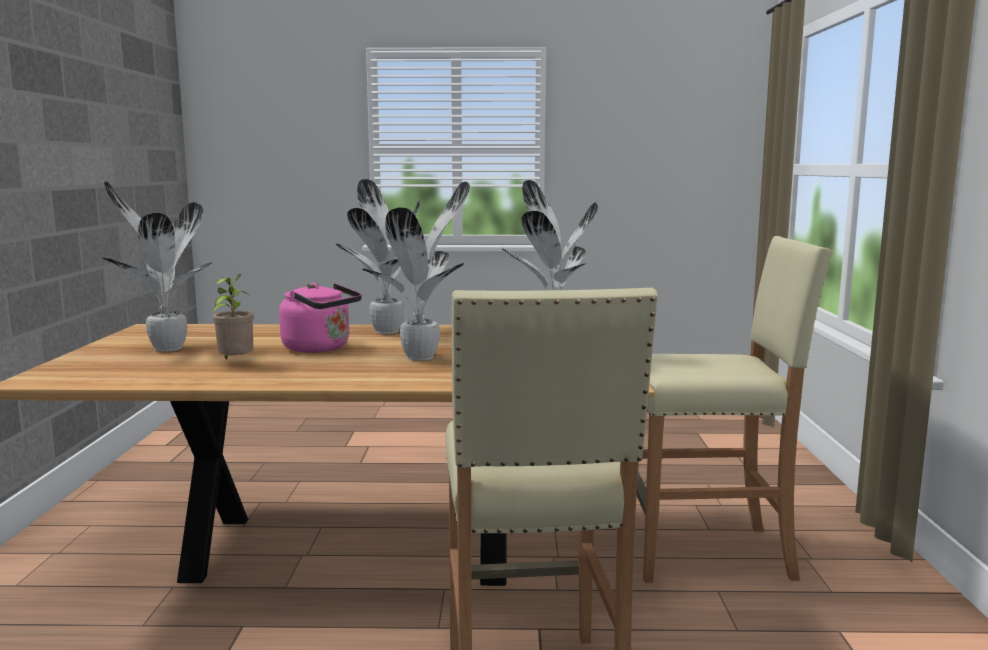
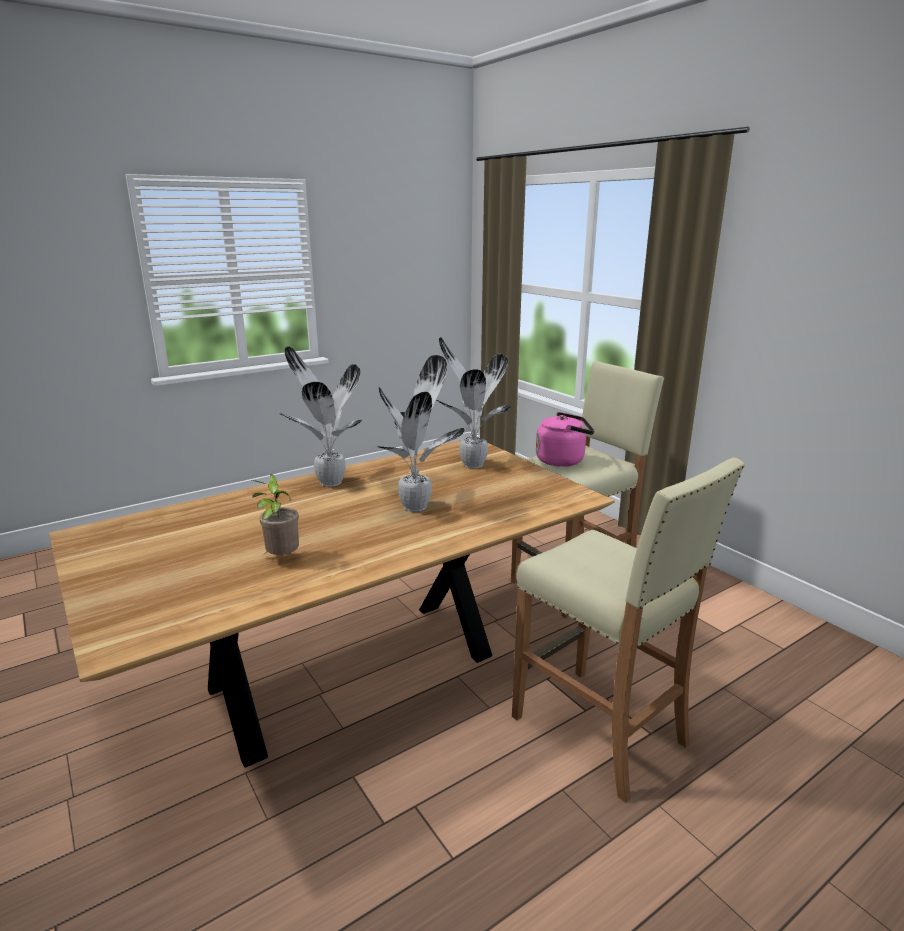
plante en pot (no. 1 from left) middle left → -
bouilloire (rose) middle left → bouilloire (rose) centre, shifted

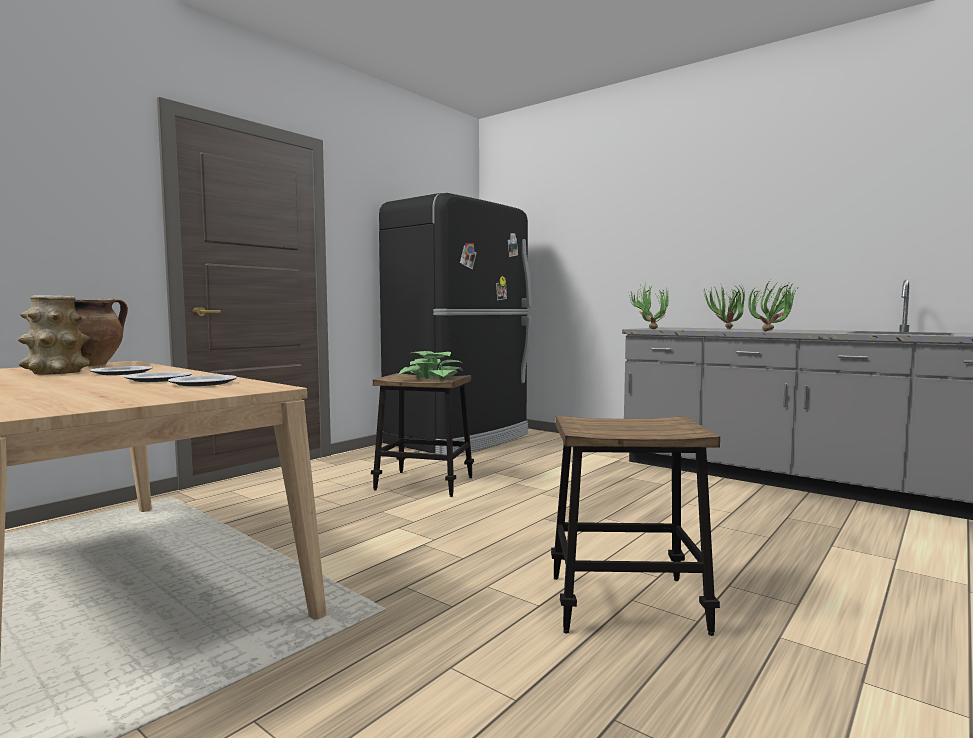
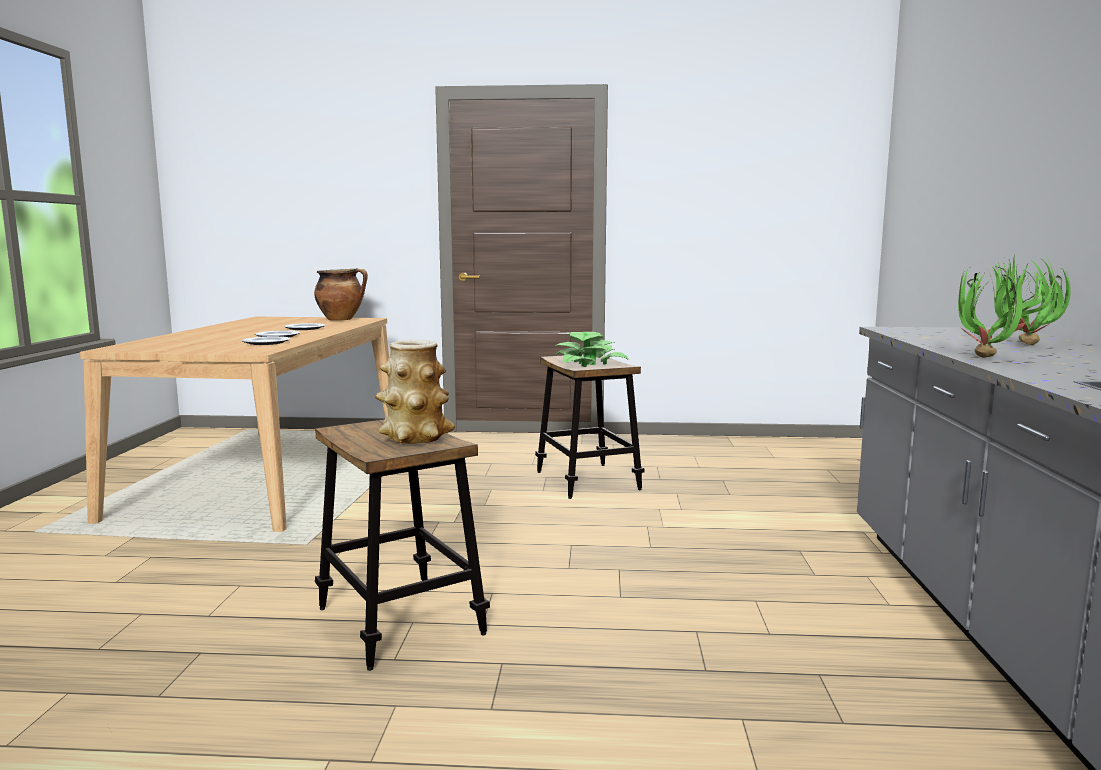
vase middle left → vase centre, shifted
réfrigérateur (noir) centre → -
plante en pot (no. 2 from left) centre → -

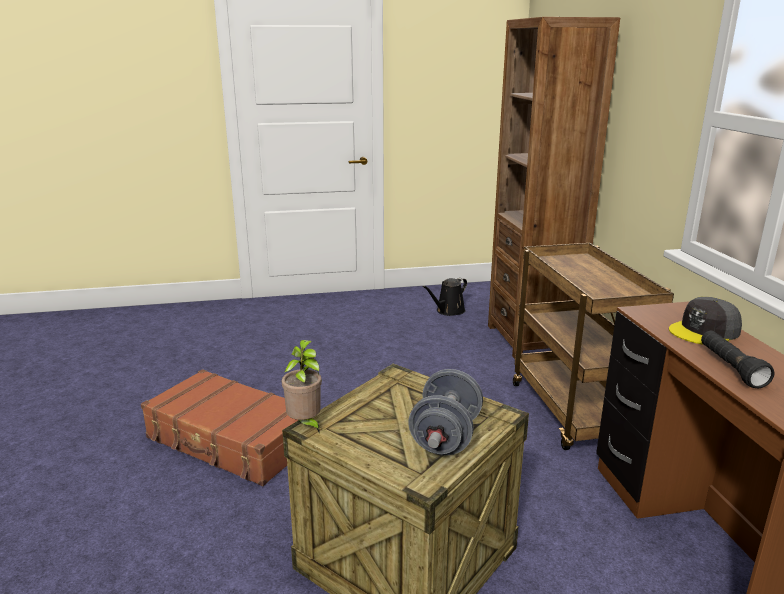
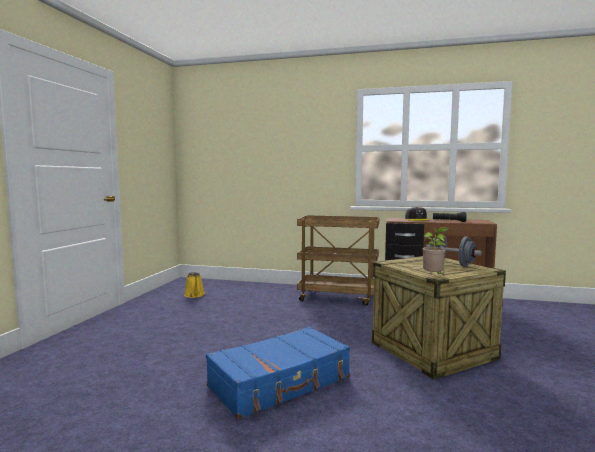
valise (marron) bottom left → valise (bleu) bottom centre
arrosoir (noir) centre → arrosoir (jaune) middle left
bibliothèque (marron) top right → -

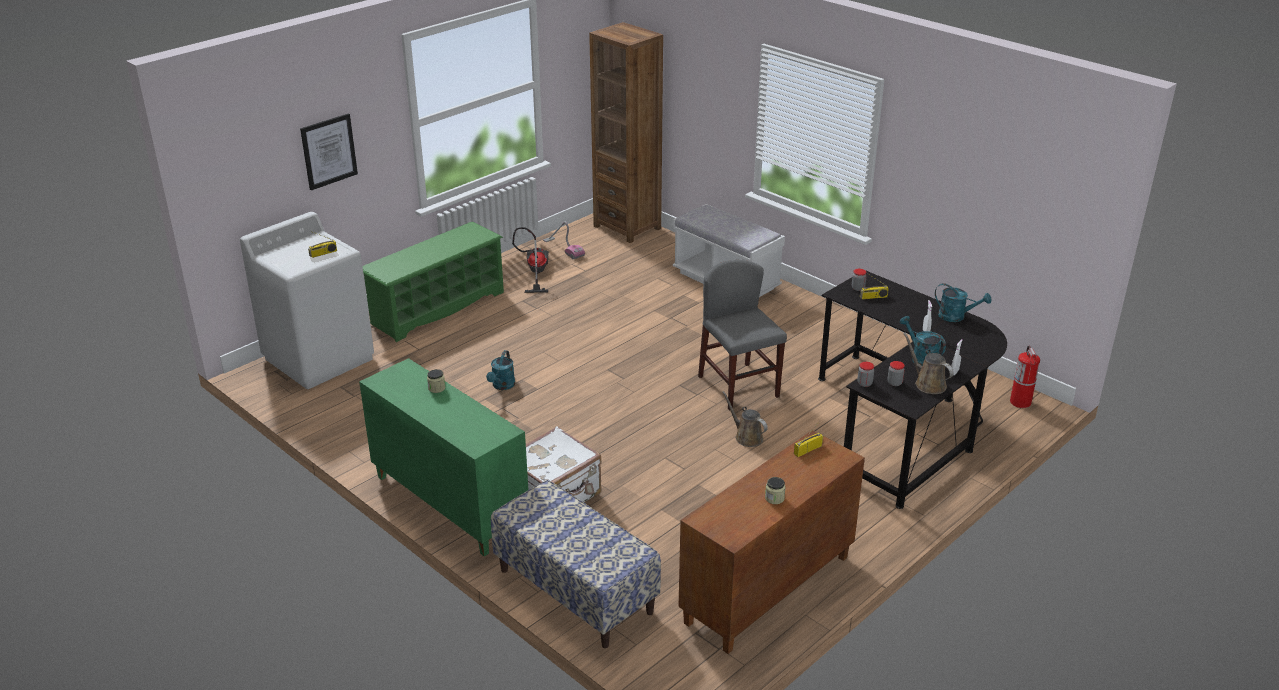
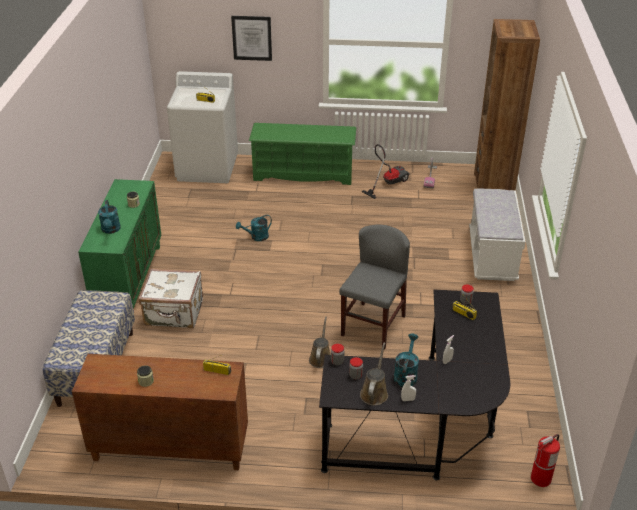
arrosoir (turquoise) (no. 3 from left in the first image) middle right → arrosoir (turquoise) (no. 1 from left) middle left, shifted

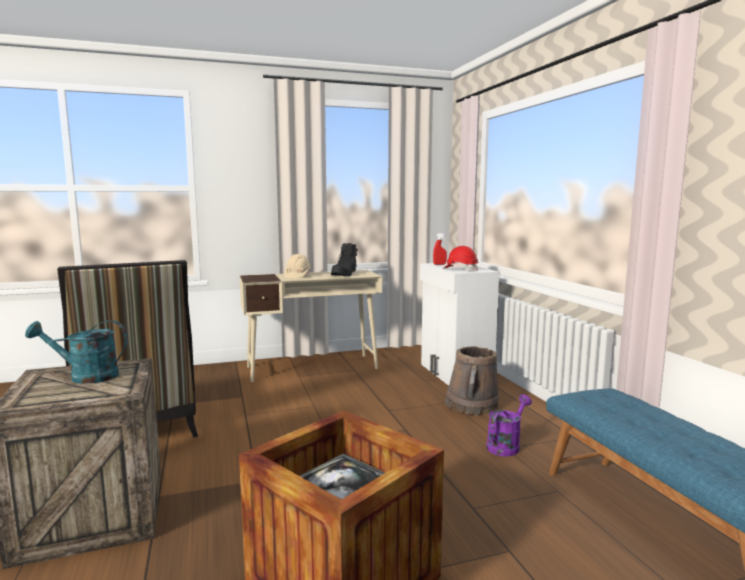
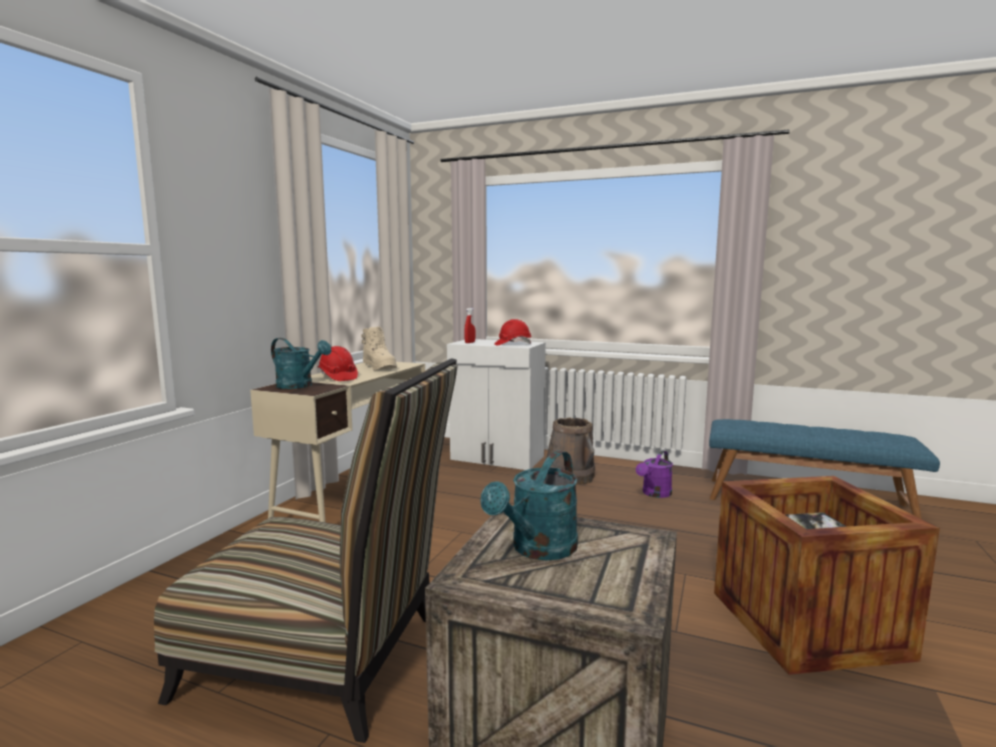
casque de chantier (beige) centre → casque de chantier (rouge) (no. 1 from left) centre
botte (noir) centre → botte (beige) centre
arrosoir (violet) bottom right → arrosoir (violet) centre, 135 degrees counterclockwise
- → arrosoir (turquoise) (no. 1 from left) middle left

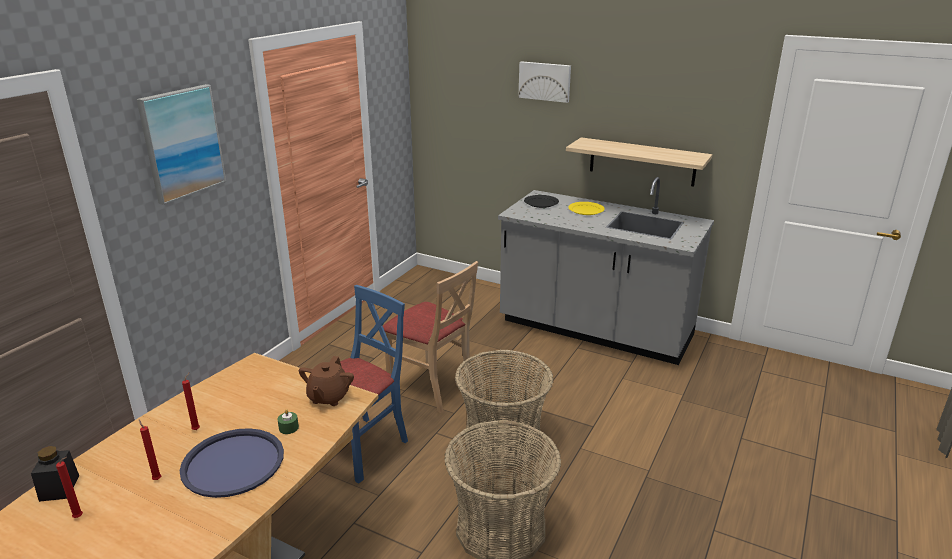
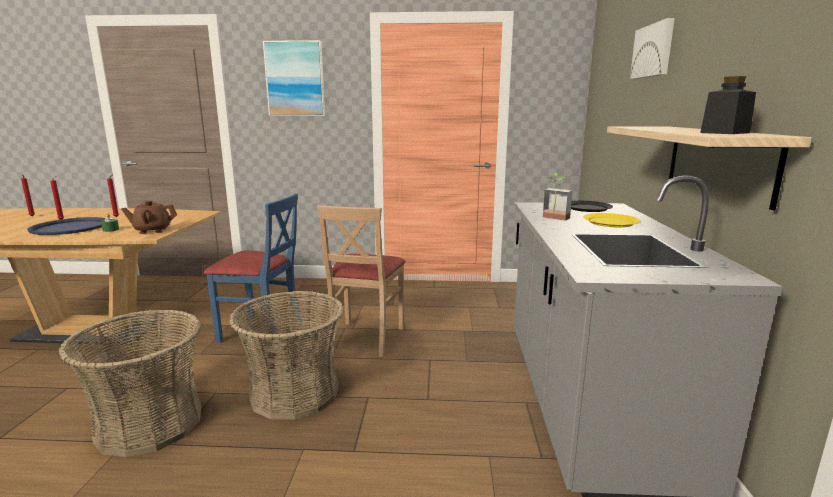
bocal (noir) bottom left → bocal (noir) top right, shifted
- → plante en pot middle right

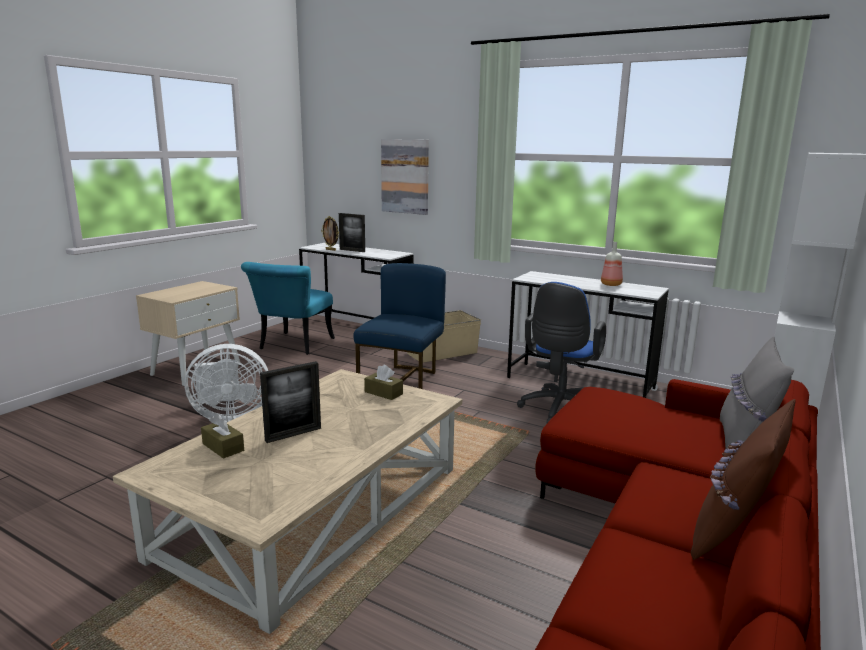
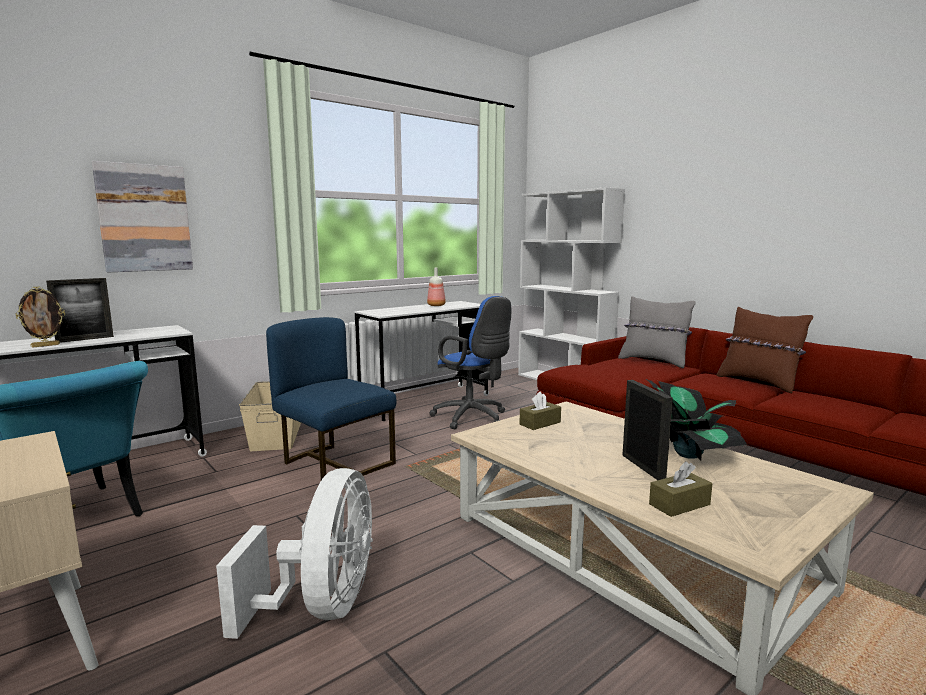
- → plante en pot middle right

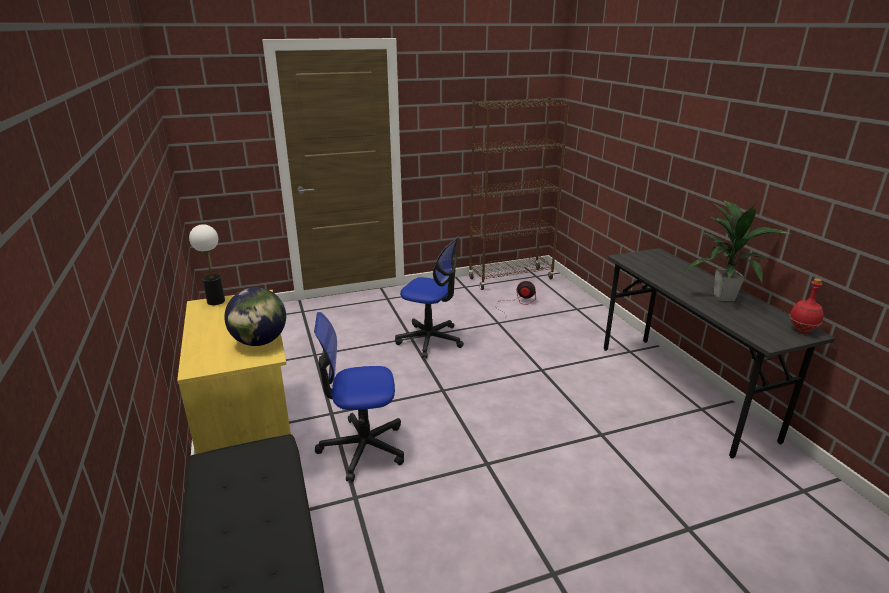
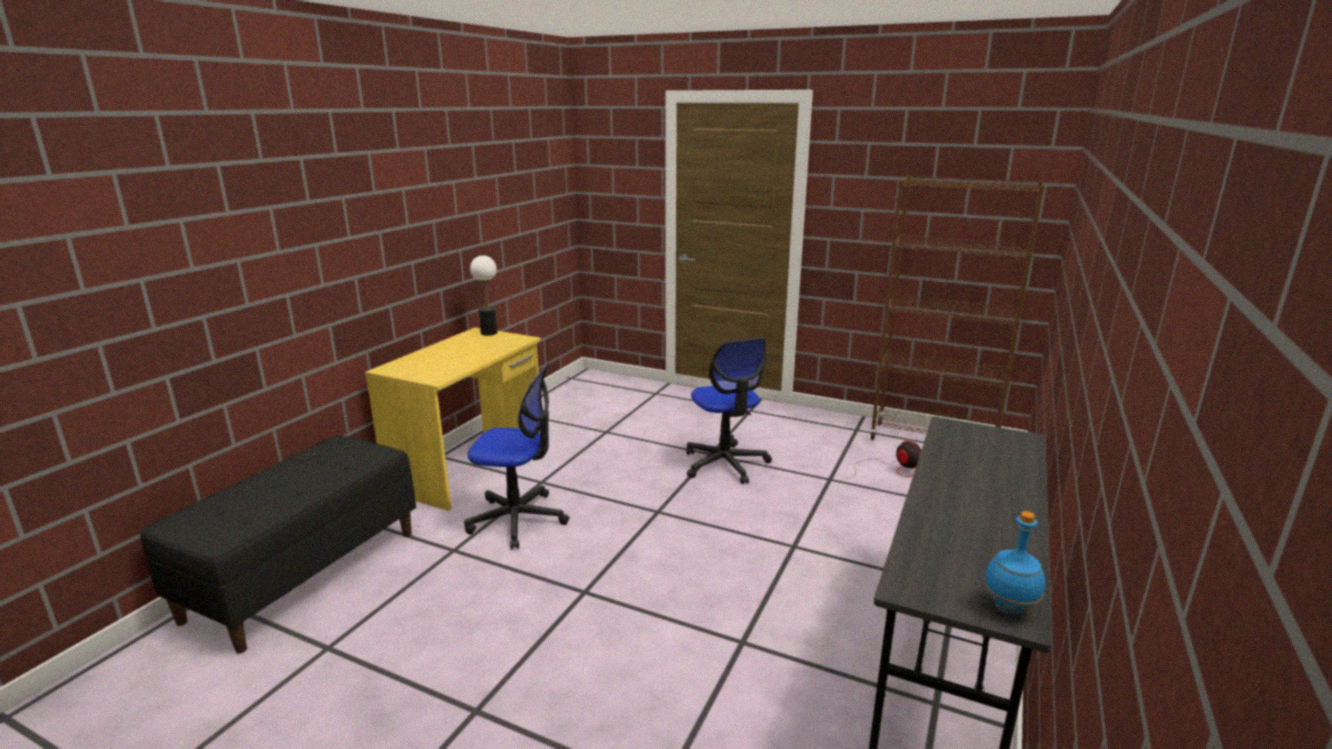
globe middle left → -
chaise de bureau (no. 1 from left) bottom centre → chaise de bureau (no. 1 from left) centre, 150 degrees clockwise
plante en pot middle right → -
bouteille (rouge) middle right → bouteille (bleu) bottom right

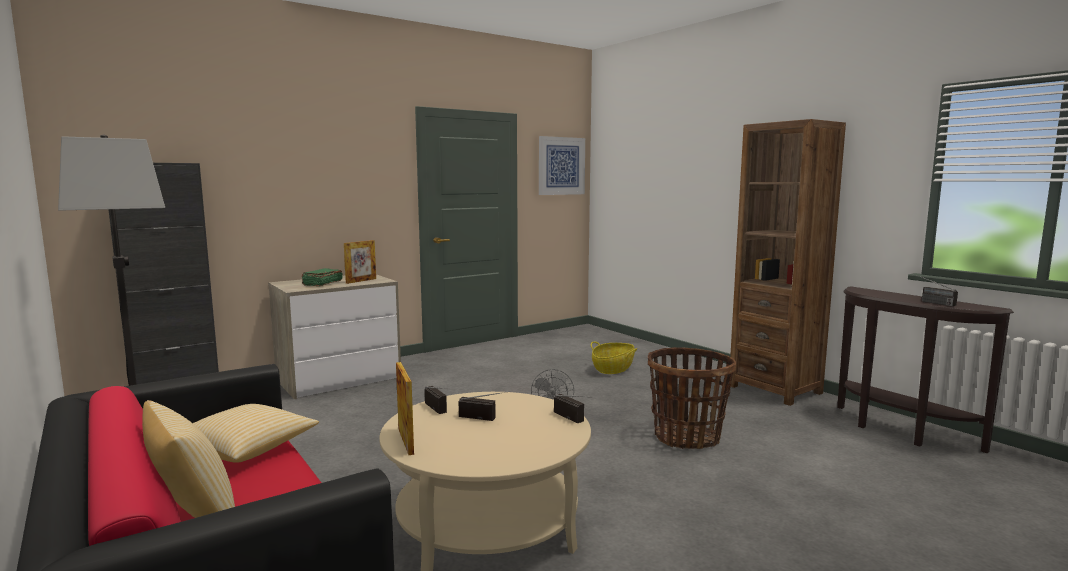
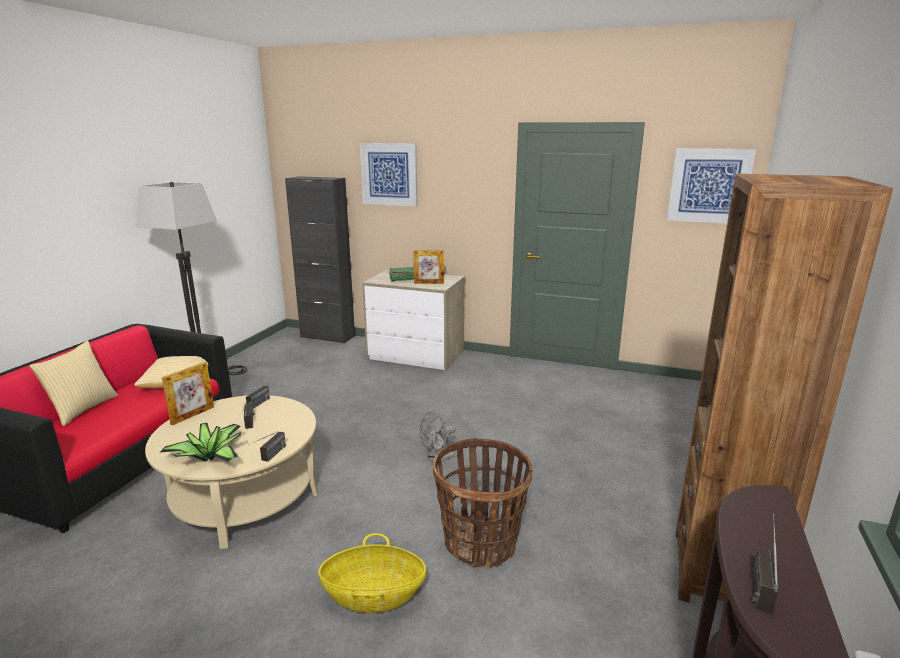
panier (no. 1 from left) centre → panier (no. 1 from left) bottom centre, shifted
- → plante en pot bottom left
- → tableau (no. 1 from left) top centre

